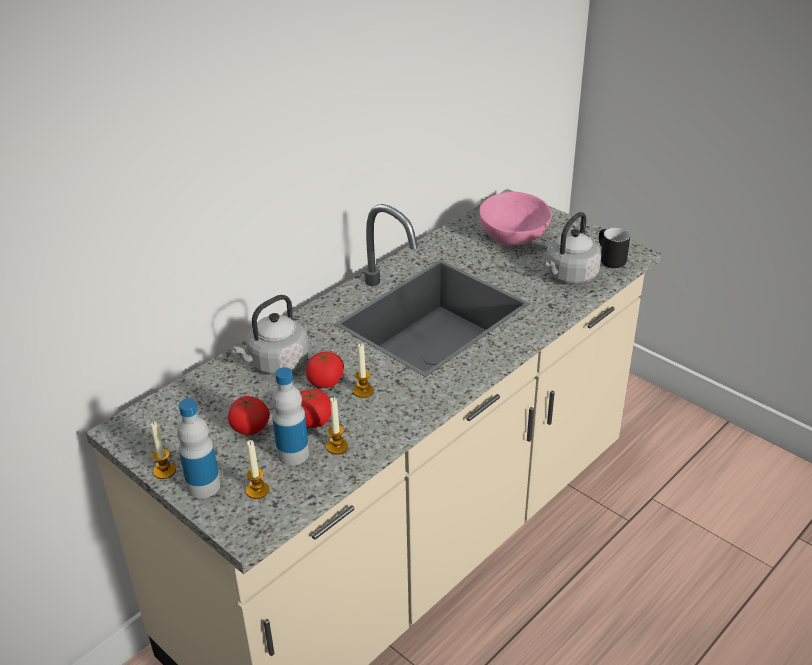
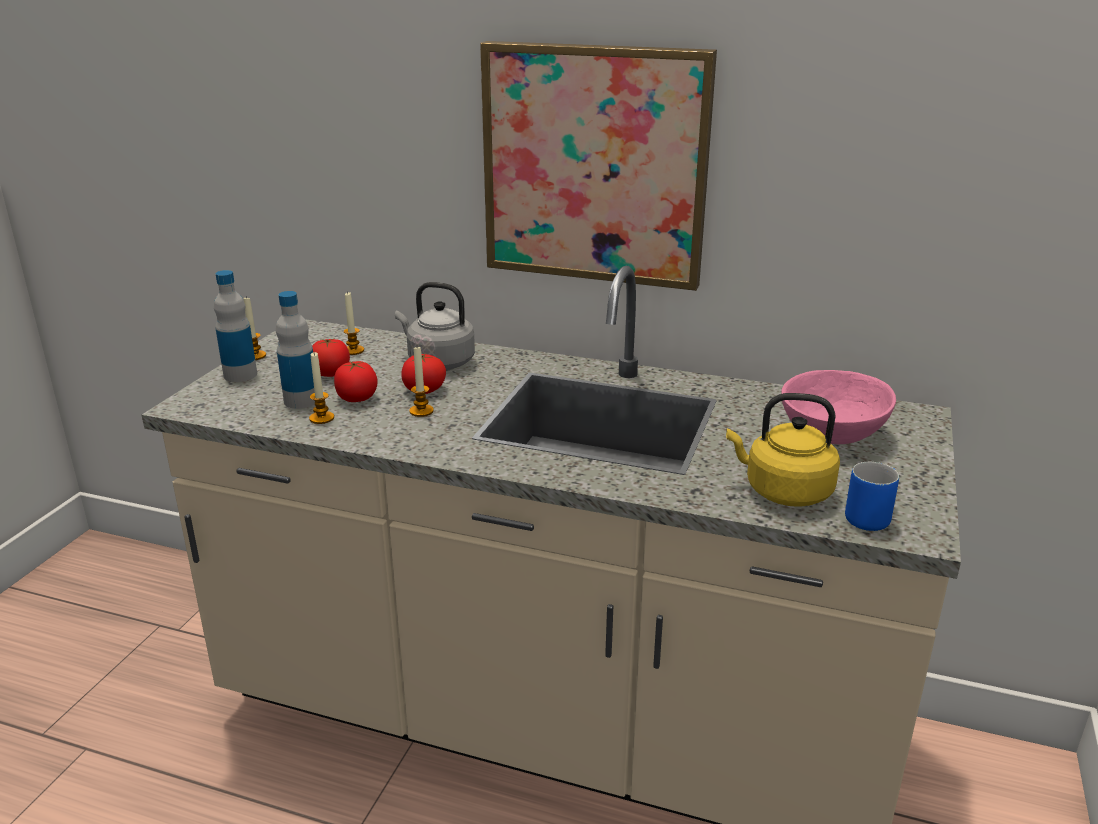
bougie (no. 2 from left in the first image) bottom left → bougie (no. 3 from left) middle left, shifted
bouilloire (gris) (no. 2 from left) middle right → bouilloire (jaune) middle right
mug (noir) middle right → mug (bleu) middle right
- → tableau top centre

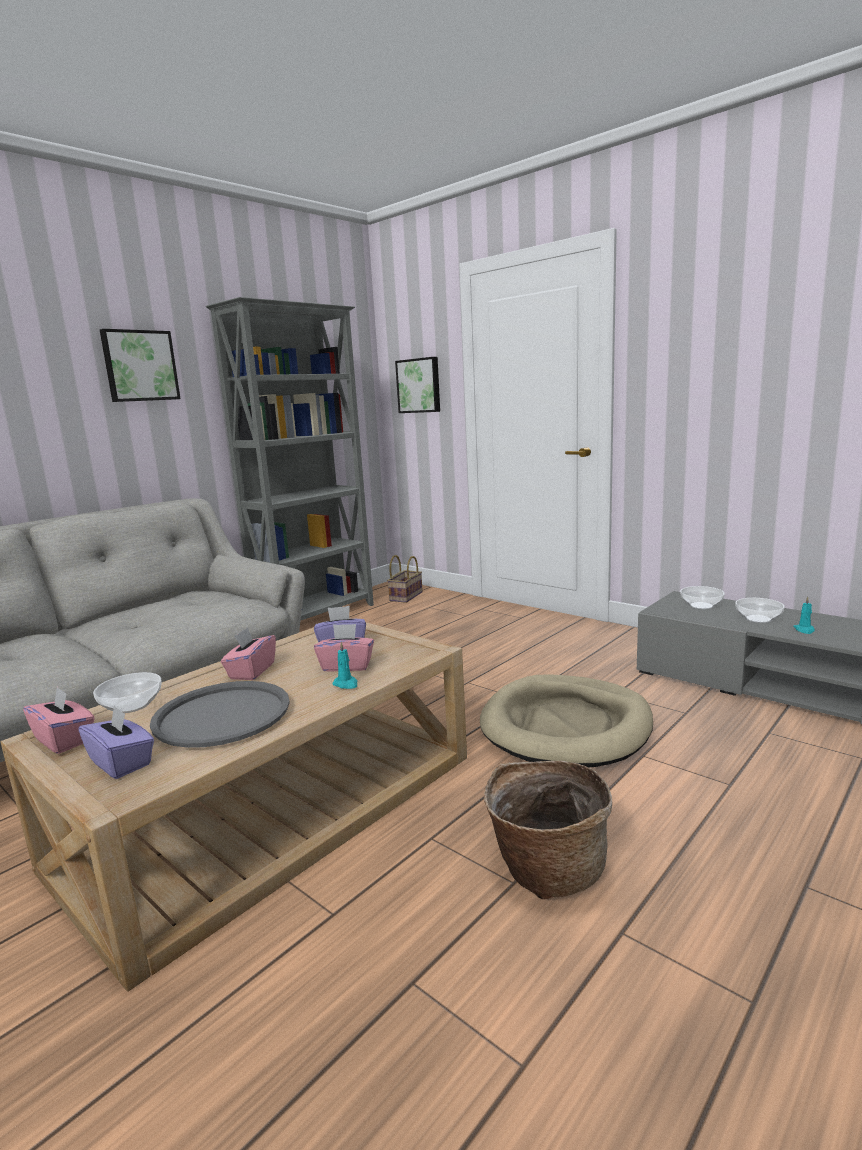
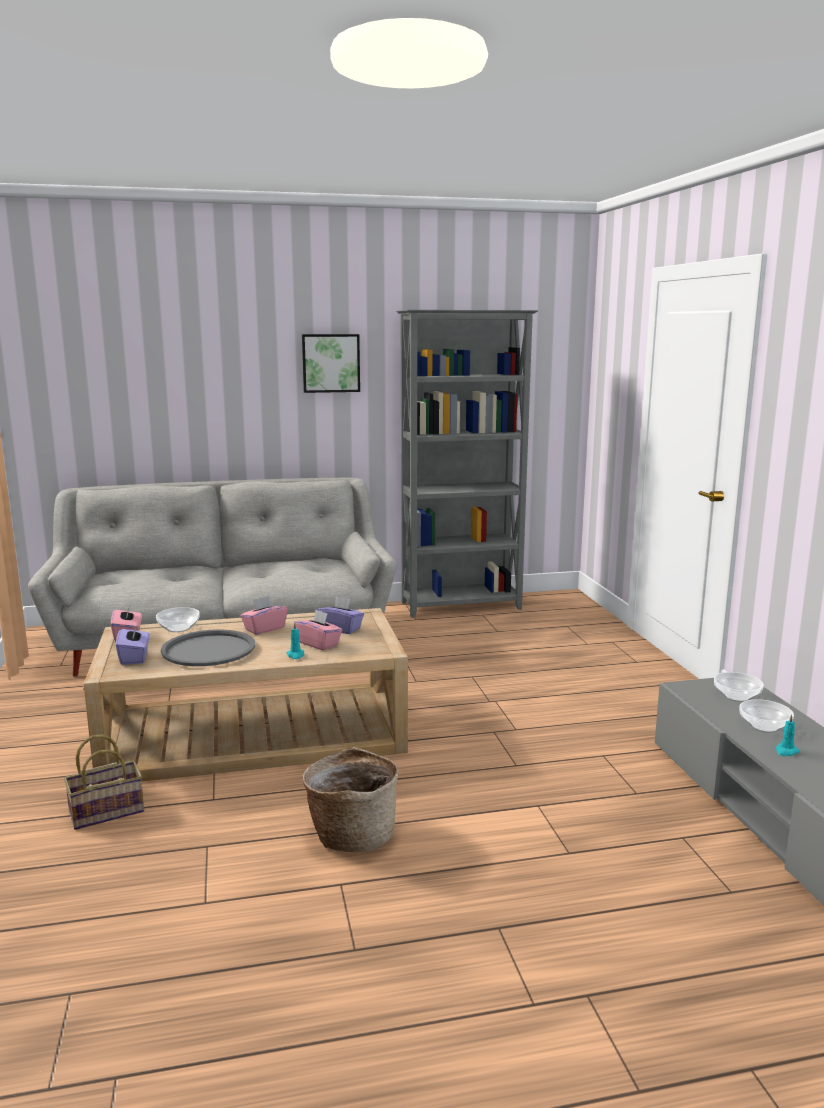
panier (no. 1 from left) centre → panier (no. 1 from left) bottom left, shifted
tableau (no. 2 from left) centre → -
panier pour chien (beige) centre → -

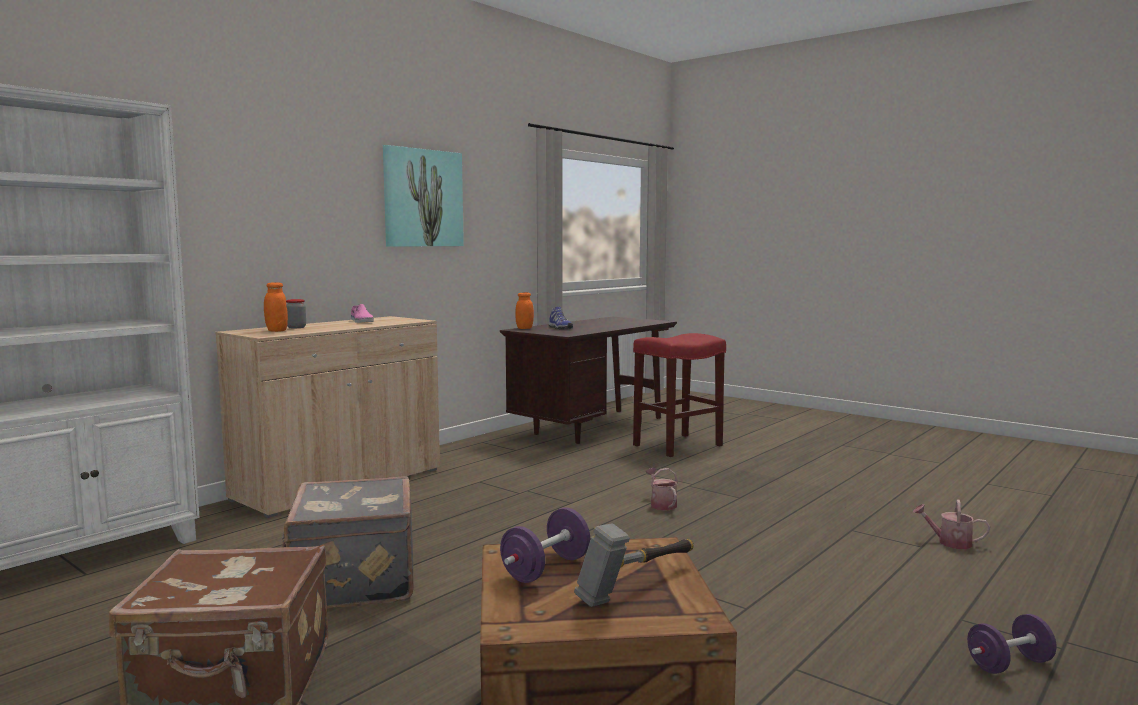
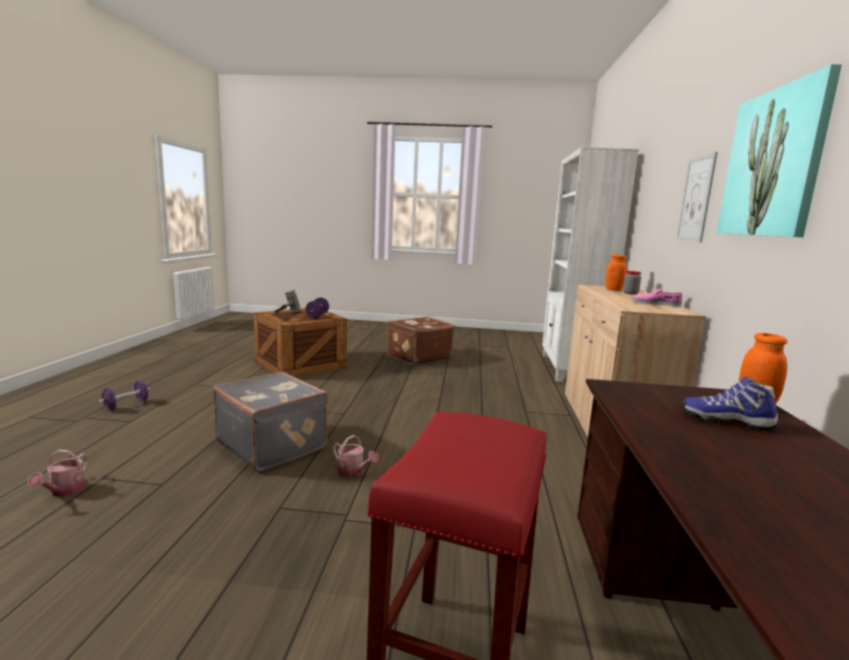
valise (gris) bottom left → valise (gris) middle left, shifted
arrosoir (no. 2 from left in the first image) bottom right → arrosoir (no. 1 from left) bottom left, 105 degrees clockwise
- → tableau (no. 1 from left) top right

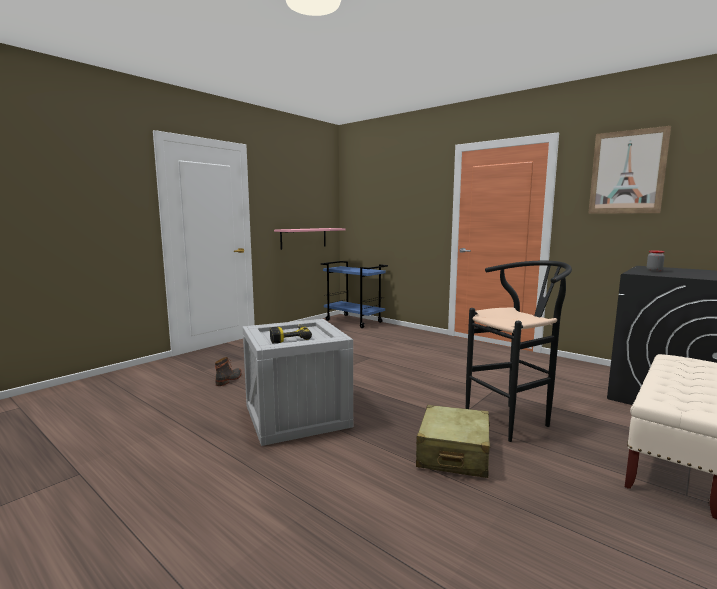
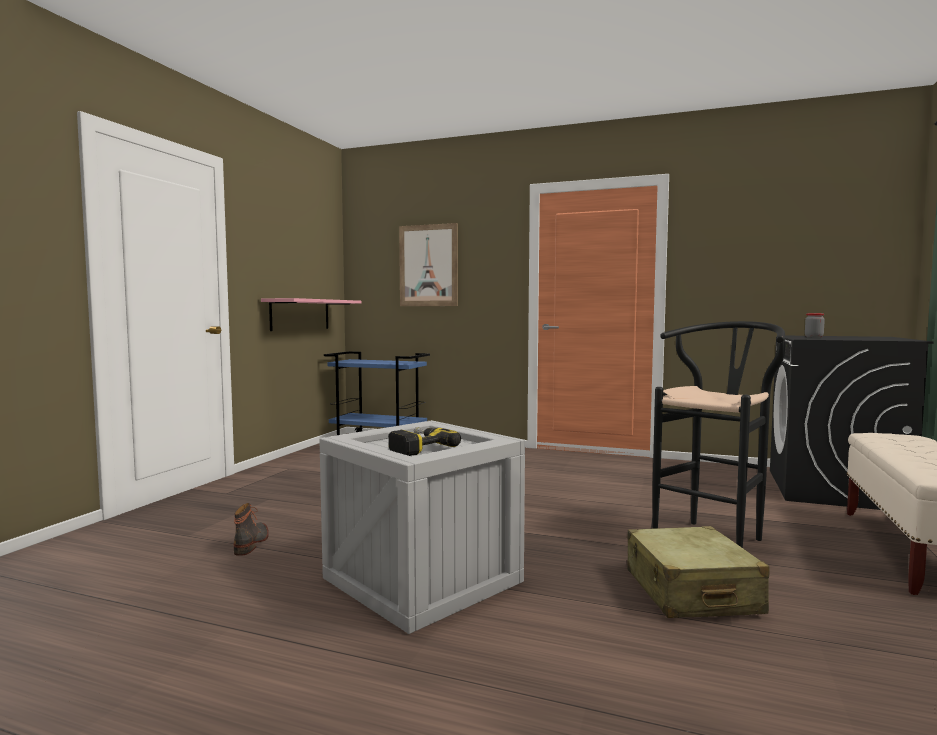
tableau top right → tableau centre, shifted

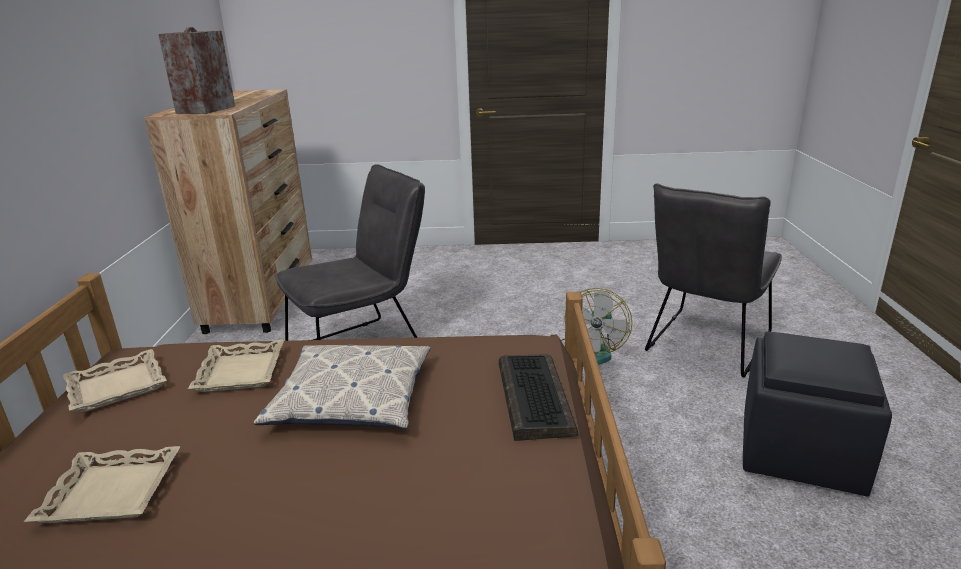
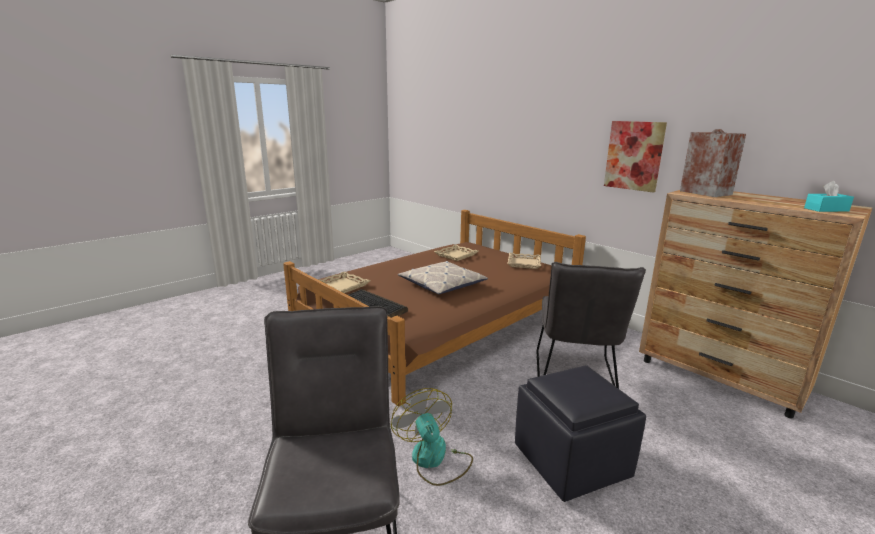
plateau (beige) (no. 3 from left in the first image) middle left → plateau (beige) (no. 1 from left) centre, shifted
pouf (noir) bottom right → pouf (noir) bottom centre, shifted
- → tableau top right
- → boîte à mouchoirs (turquoise) middle right

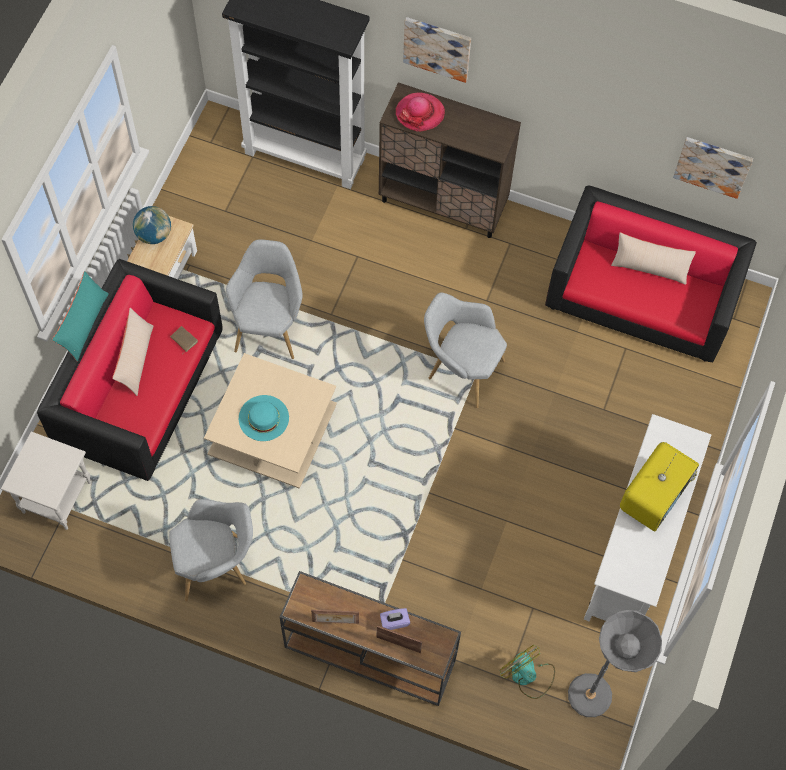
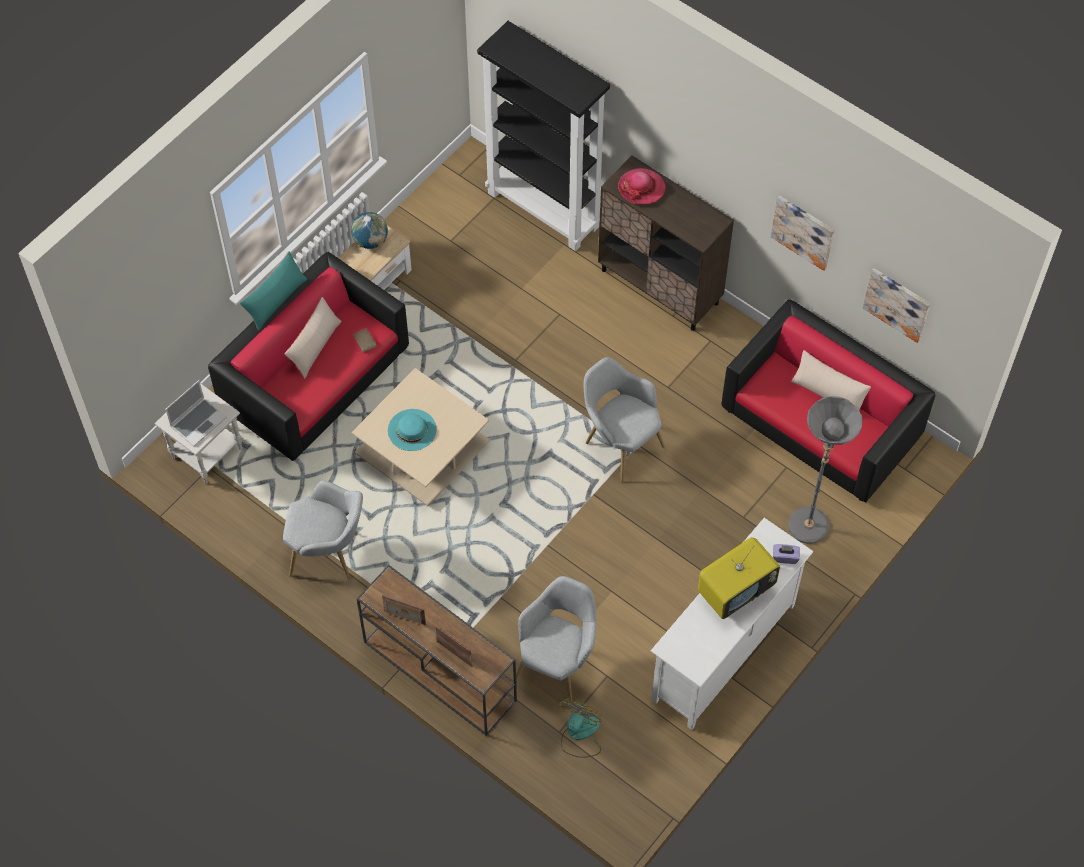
fauteuil (gris) (no. 2 from left) centre → fauteuil (gris) (no. 2 from left) bottom centre, shifted
boîte à mouchoirs (violet) bottom centre → boîte à mouchoirs (violet) middle right, shifted
tableau (no. 1 from left) top centre → tableau (no. 1 from left) top right, shifted
ventilateur bottom right → ventilateur bottom centre, 45 degrees clockwise
lampadaire (gris) bottom right → lampadaire (gris) middle right, shifted
- → ordinateur portable middle left

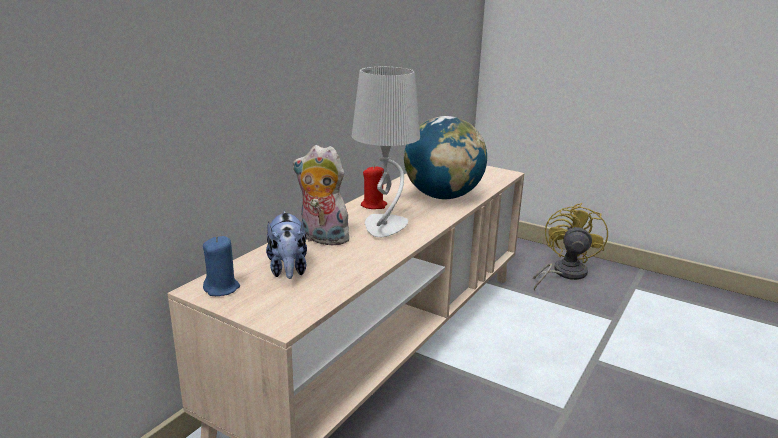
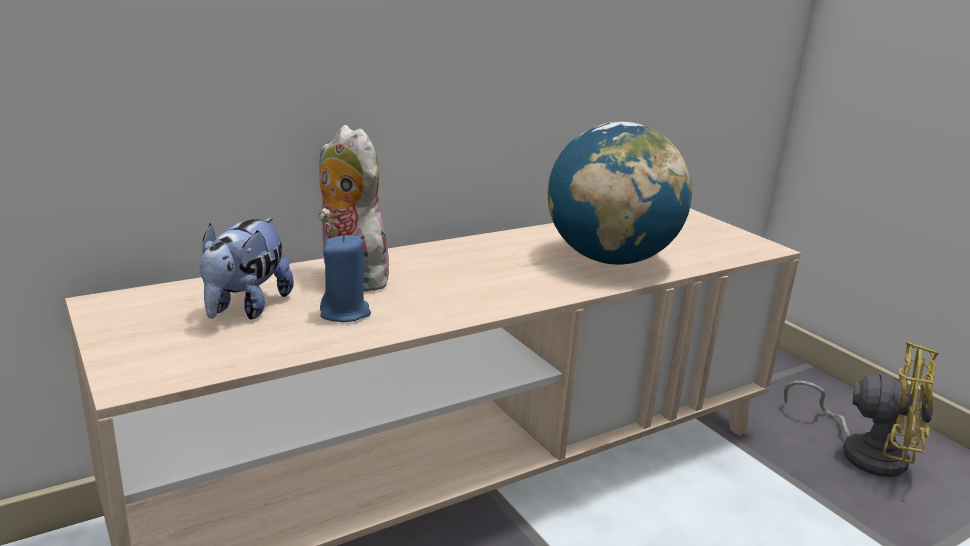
bougie (bleu) middle left → bougie (bleu) centre, shifted
lampe de table (gris) centre → -
bougie (rouge) centre → -
ventilateur (jaune) middle right → ventilateur (jaune) bottom right, 75 degrees clockwise

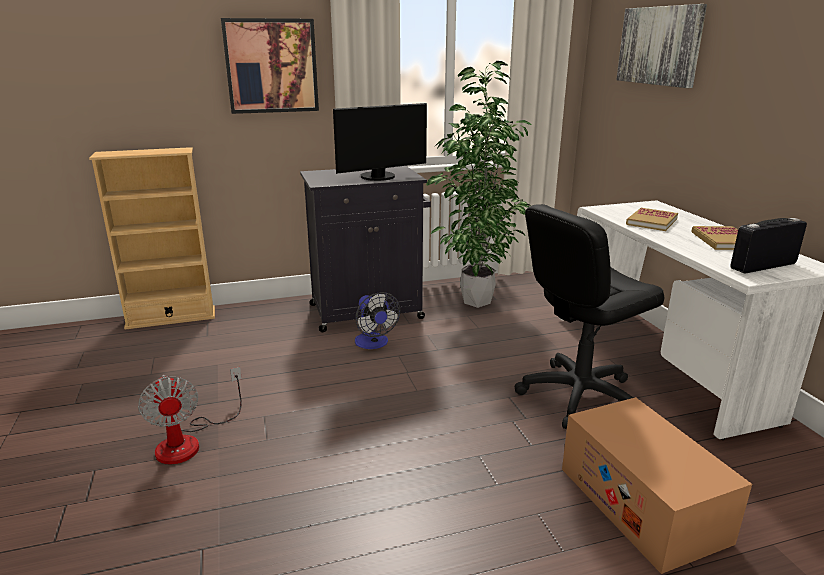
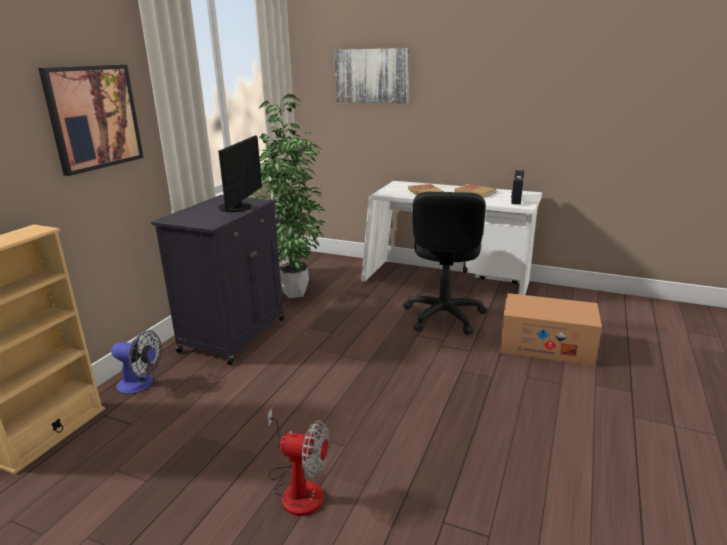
ventilateur (no. 2 from left in the first image) centre → ventilateur (no. 1 from left) middle left, shifted

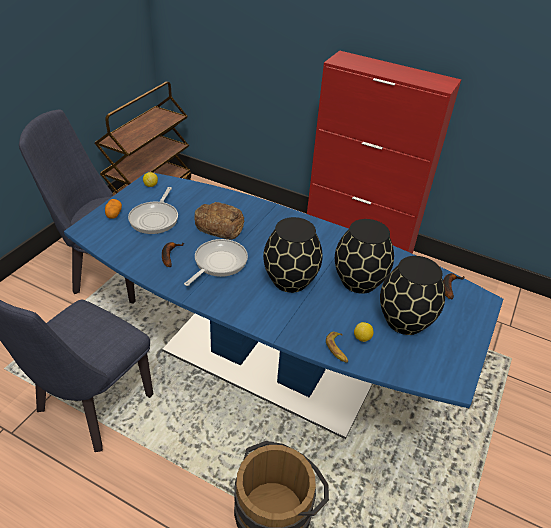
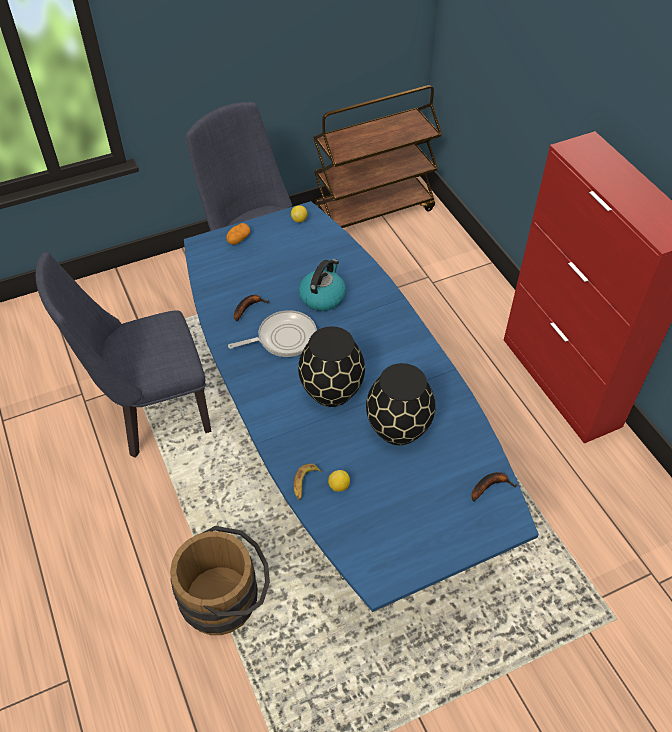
poêle (no. 1 from left) middle left → -
pain centre → bouilloire centre
vase (noir) (no. 3 from left) middle right → -

